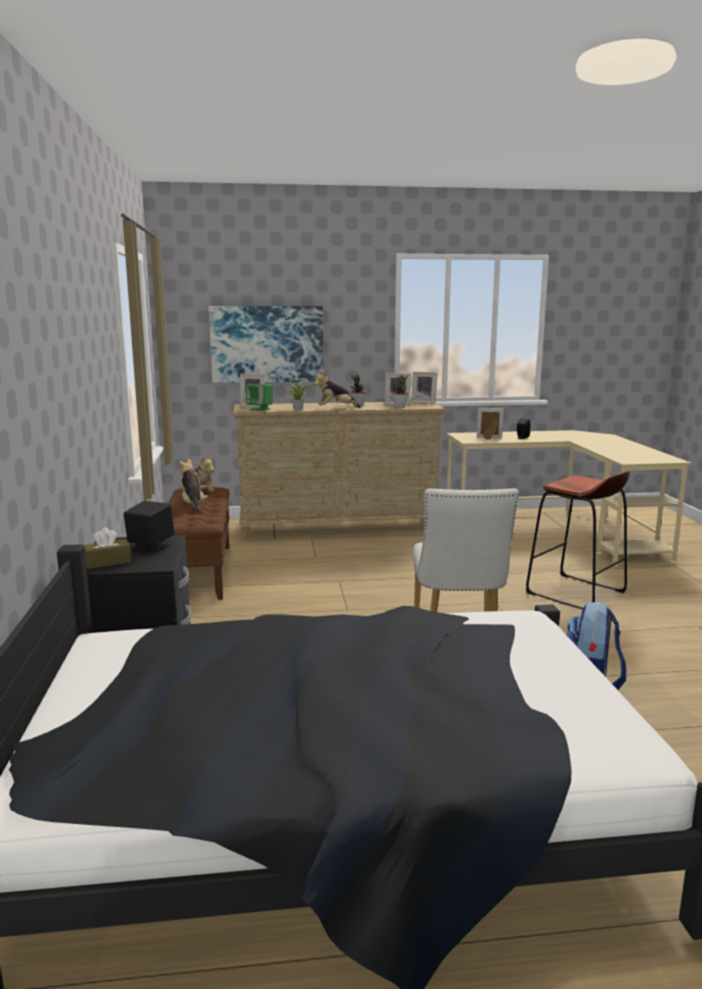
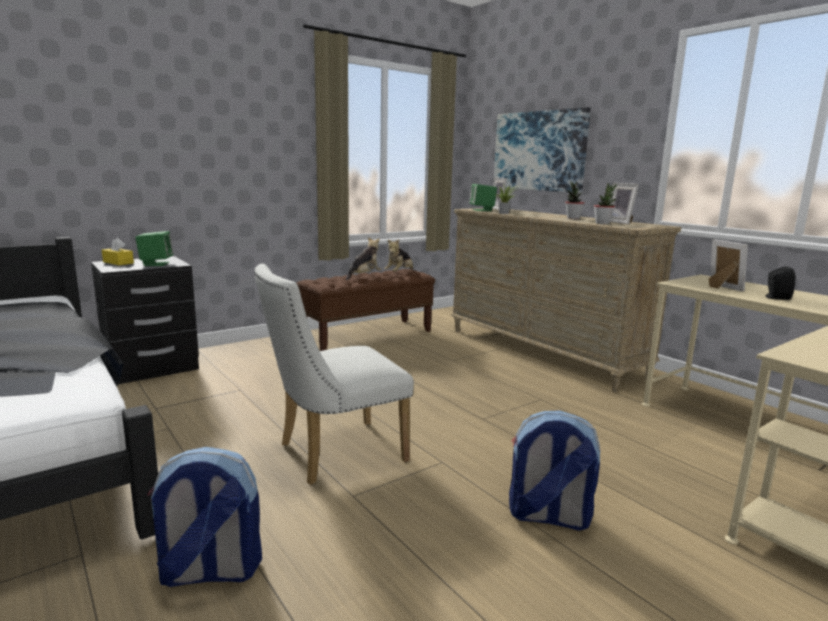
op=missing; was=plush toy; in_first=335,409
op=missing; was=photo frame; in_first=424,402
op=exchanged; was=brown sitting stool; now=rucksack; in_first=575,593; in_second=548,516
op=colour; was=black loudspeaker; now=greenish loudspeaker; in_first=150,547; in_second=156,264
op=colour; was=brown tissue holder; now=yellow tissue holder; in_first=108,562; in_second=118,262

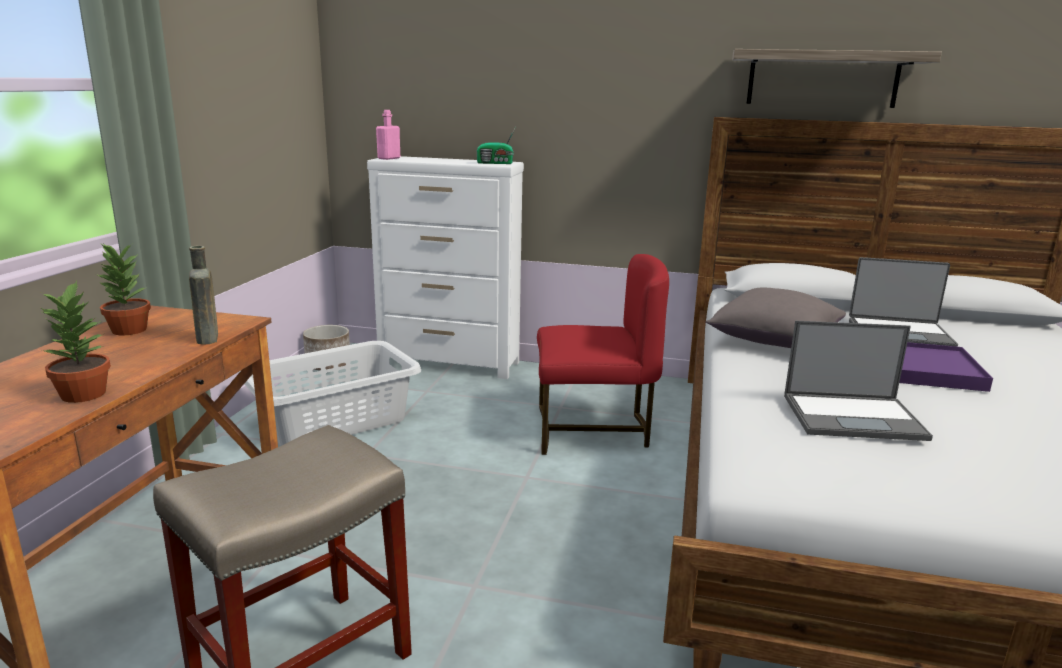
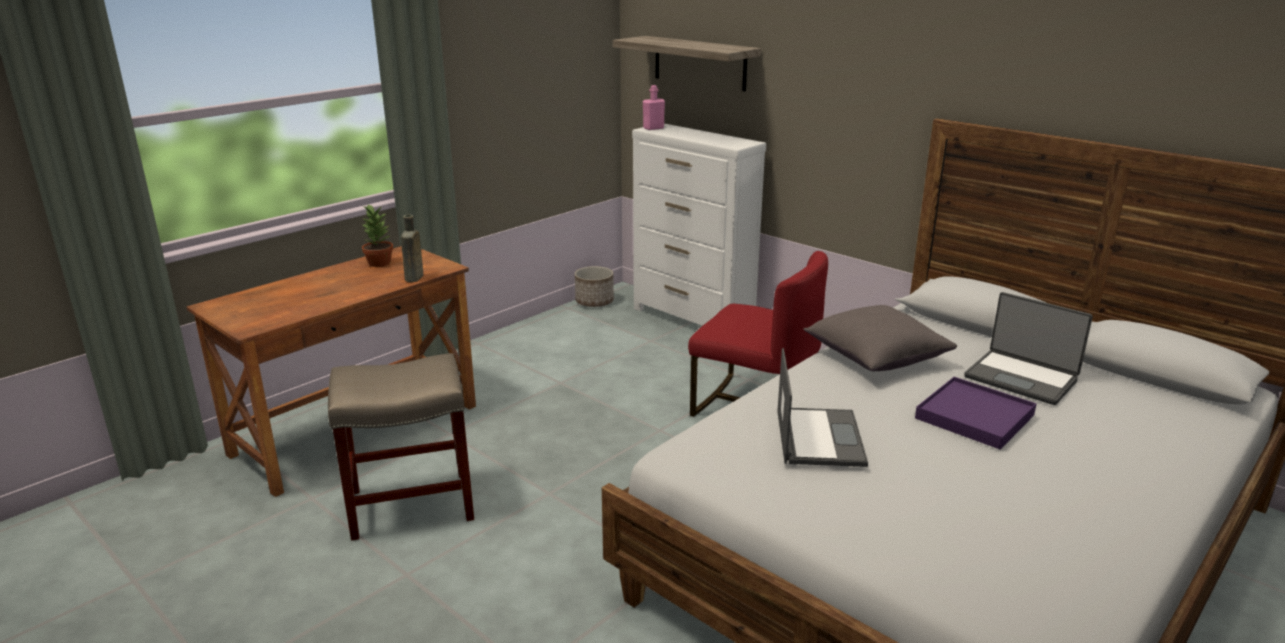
op=relocated; was=wall shelf; in_first=822,79; in_second=699,63
op=missing; was=radio; in_first=496,163
op=missing; was=potted plant; in_first=85,394
op=spun; was=portable computer; in_first=854,417; in_second=818,437; clockwise=-120
op=missing; was=greyish washing basket; in_first=336,421

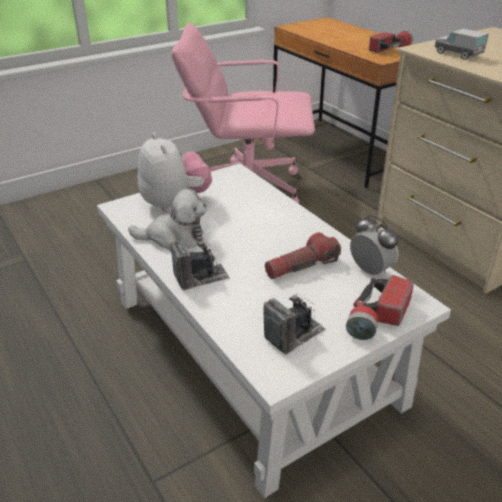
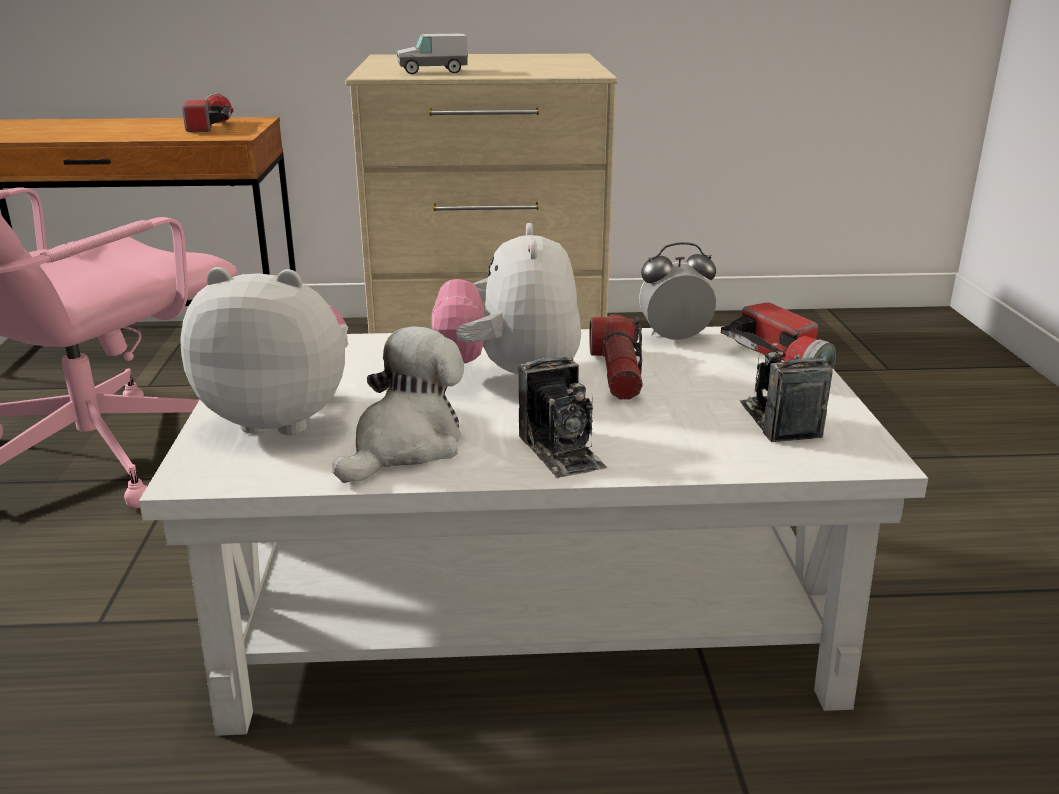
op=spun; was=still camera; in_first=201,277; in_second=561,451; clockwise=150
op=appeared; now=plush toy; in_second=509,377

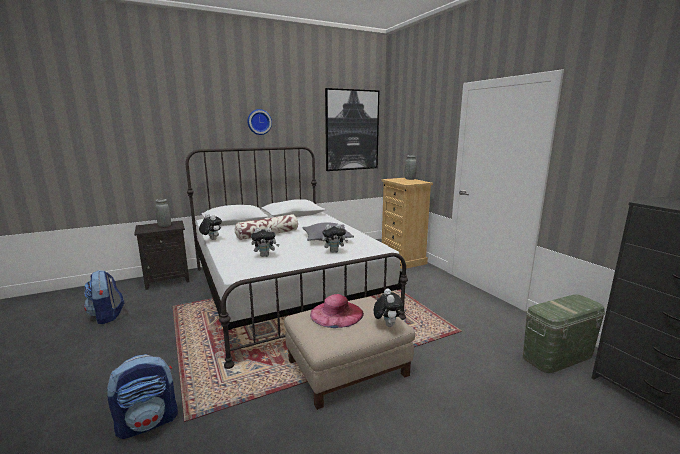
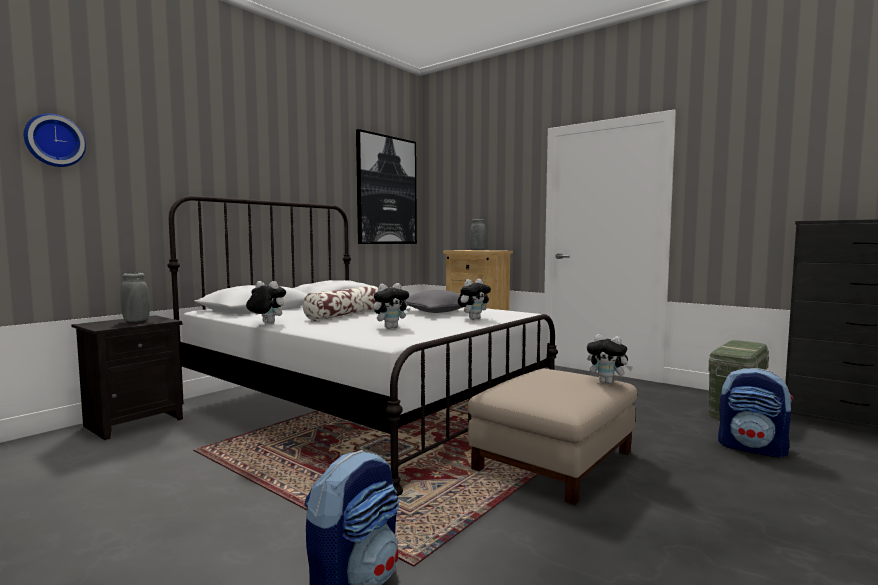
op=relocated; was=hanging clock; in_first=259,122; in_second=54,141
op=relocated; was=rucksack; in_first=107,316; in_second=753,448
op=spun; was=plush toy; in_first=386,325; in_second=607,382; clockwise=150
op=missing; was=pink-coloured hat; in_first=336,313

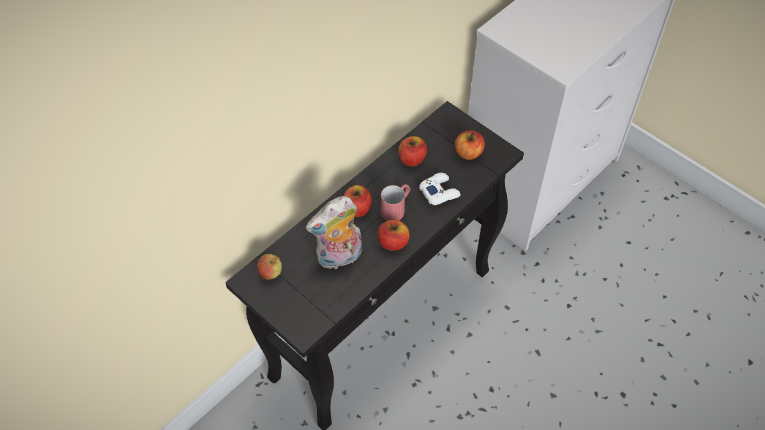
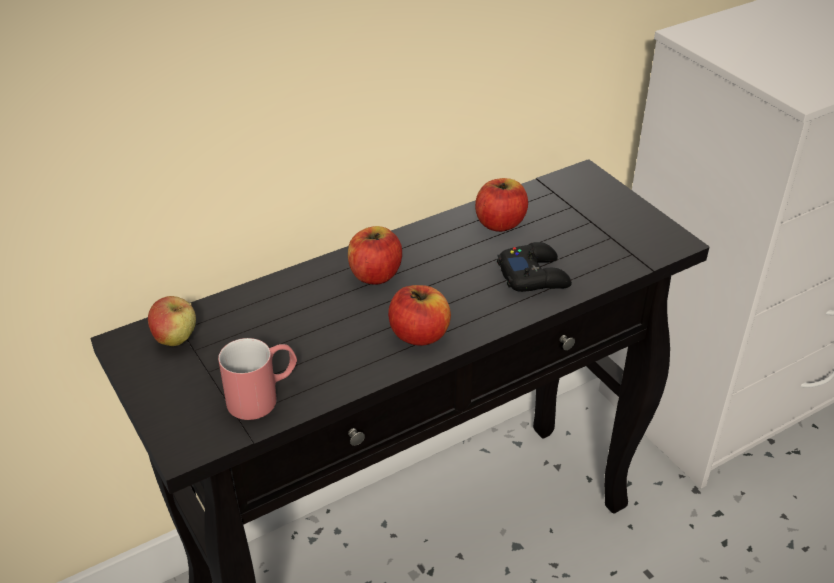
op=missing; was=apple fruit; in_first=468,153
op=colour; was=white-coloured game controller; now=black game controller; in_first=439,192; in_second=534,275
op=relocated; was=red-coloured mug; in_first=396,208; in_second=263,396
op=missing; was=plush toy; in_first=339,258

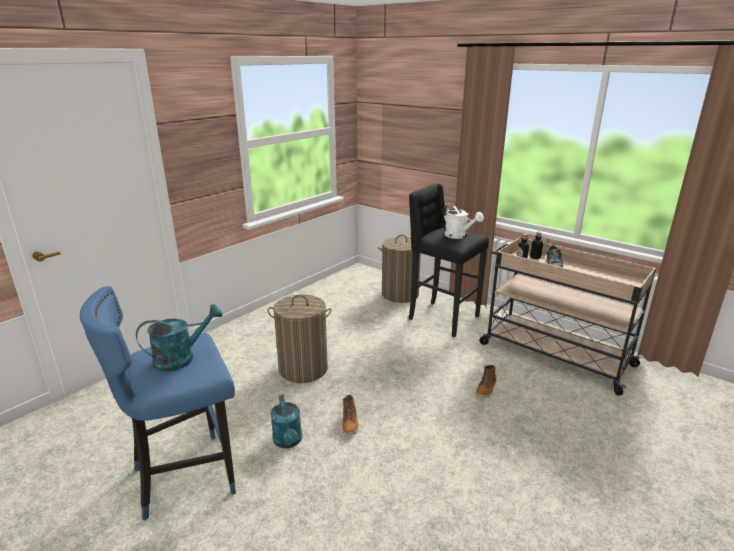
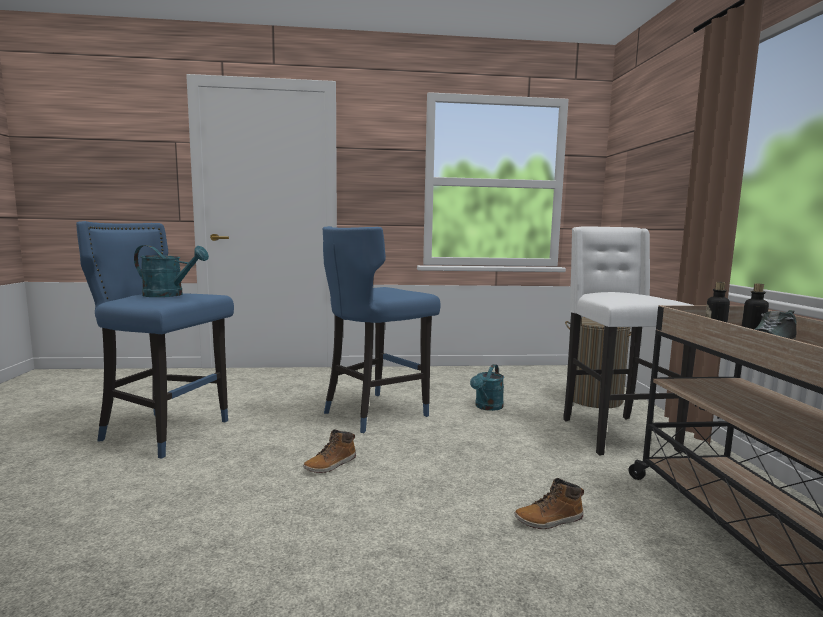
op=colour; was=black sitting stool; now=white-coloured sitting stool; in_first=441,318; in_second=614,434
op=missing; was=white-coloured watering can; in_first=459,236
op=exchanged; was=washing basket; now=bluish sitting stool; in_first=303,369; in_second=375,412
op=relocated; was=turquoise watering can; in_first=288,441; in_second=487,407

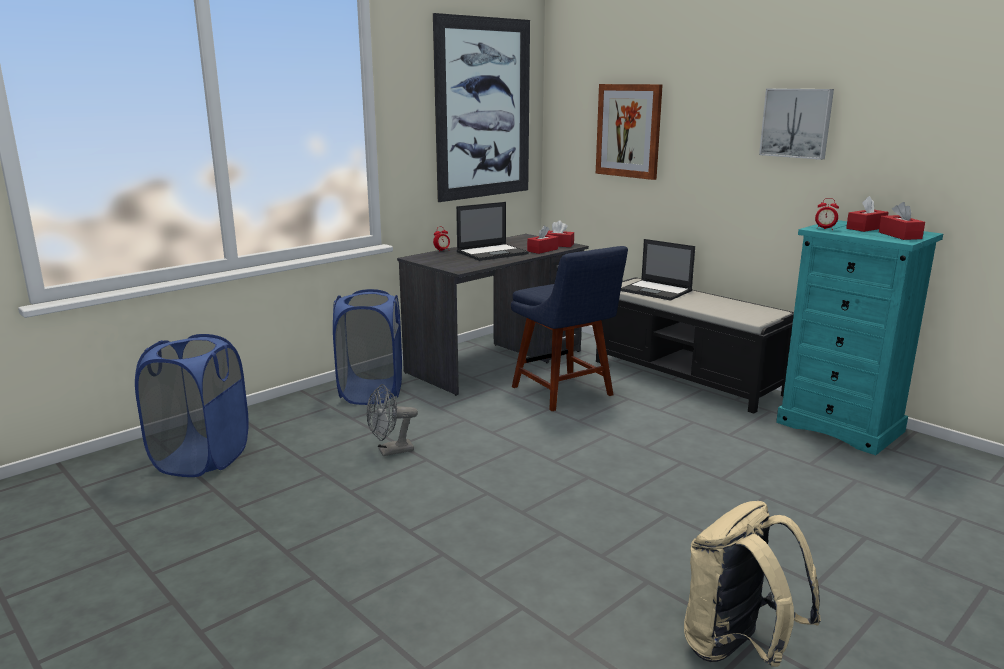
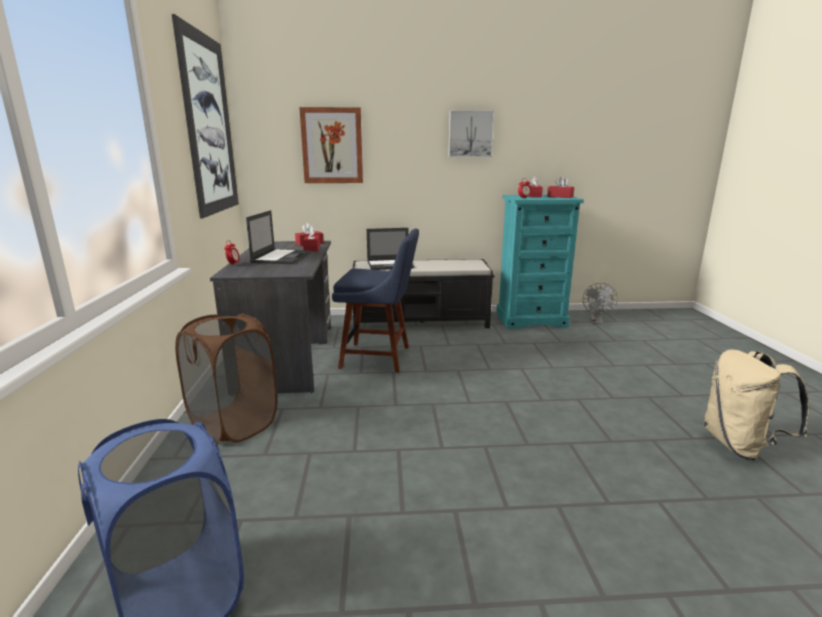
op=colour; was=bluish washing basket; now=brown washing basket; in_first=371,392; in_second=234,424
op=relocated; was=greyish fan; in_first=390,451; in_second=596,321

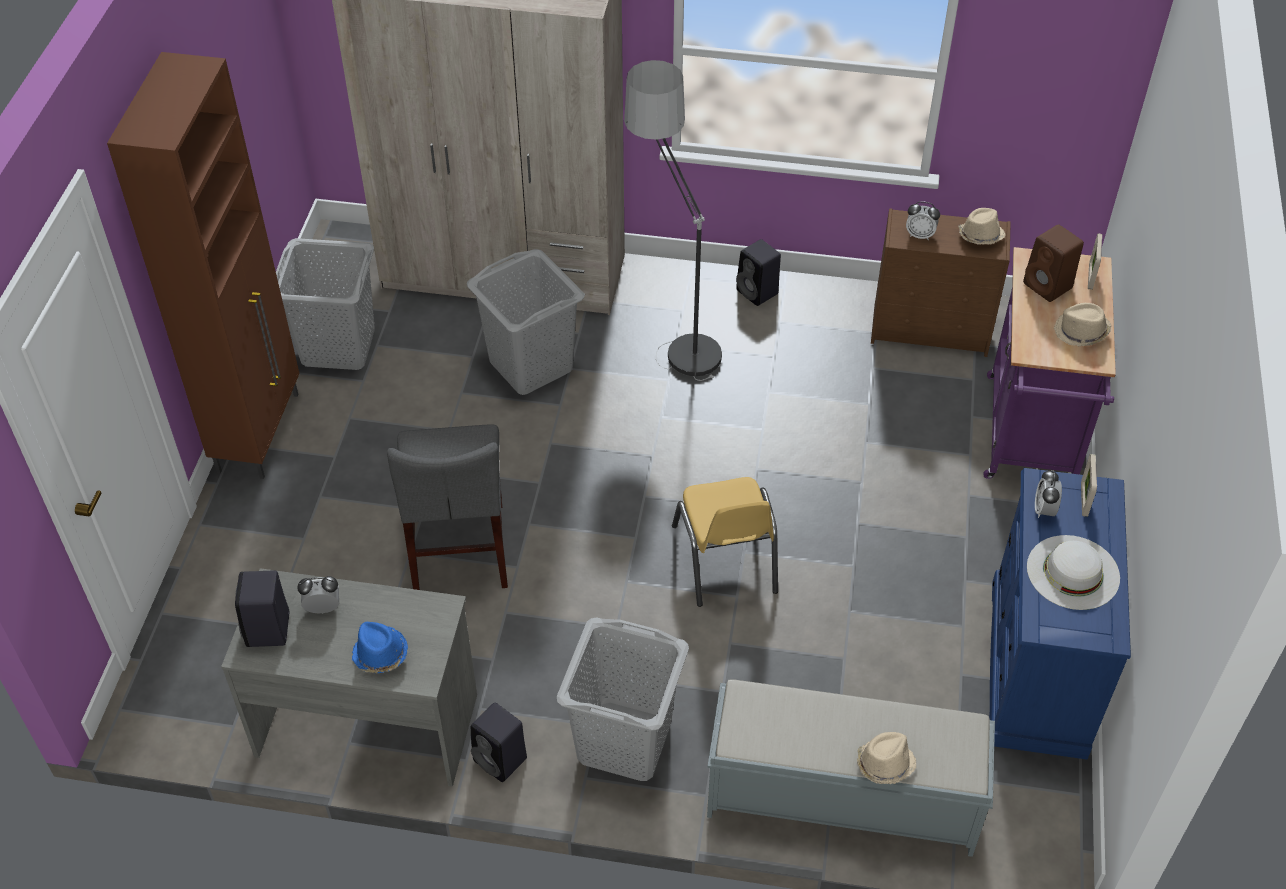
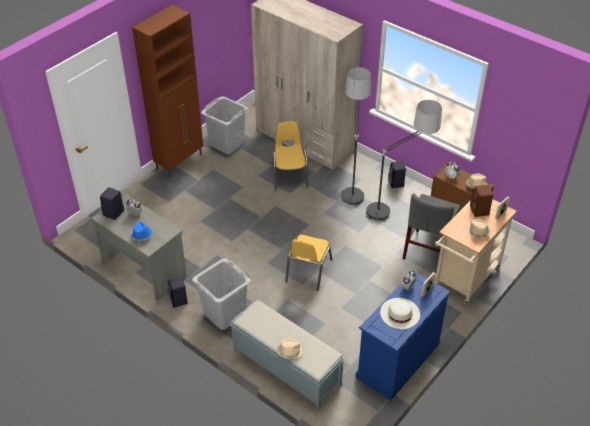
op=colour; was=purple cart; now=sand-coloured cart; in_first=1030,439; in_second=464,279
op=exchanged; was=greyish washing basket; now=yellow chair; in_first=531,364; in_second=289,176
op=relocated; was=greyish chair; in_first=459,548; in_second=427,249
op=appeared; now=standard lamp; in_second=396,208

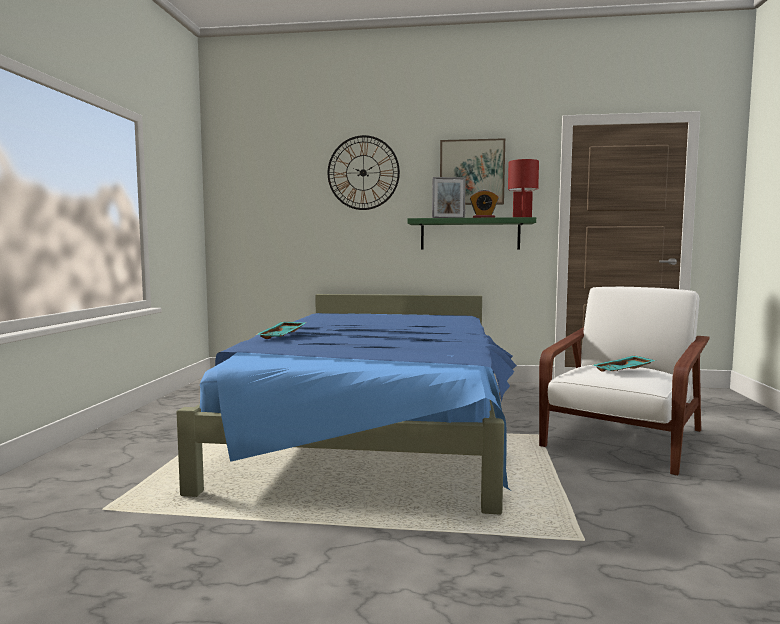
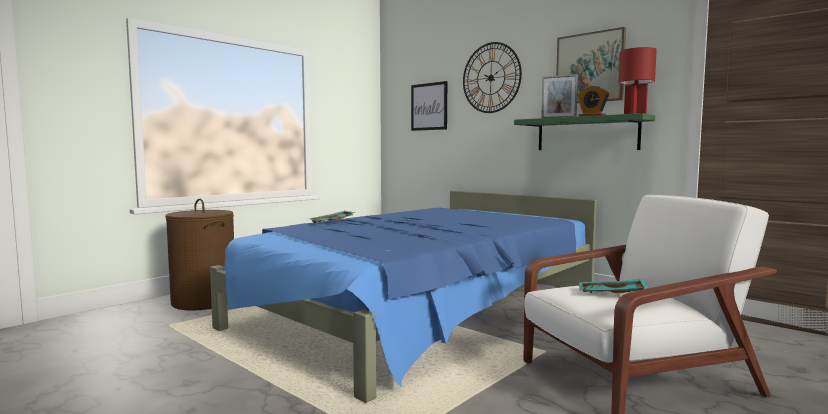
op=appeared; now=picture; in_second=429,106
op=appeared; now=brown washing basket; in_second=203,301

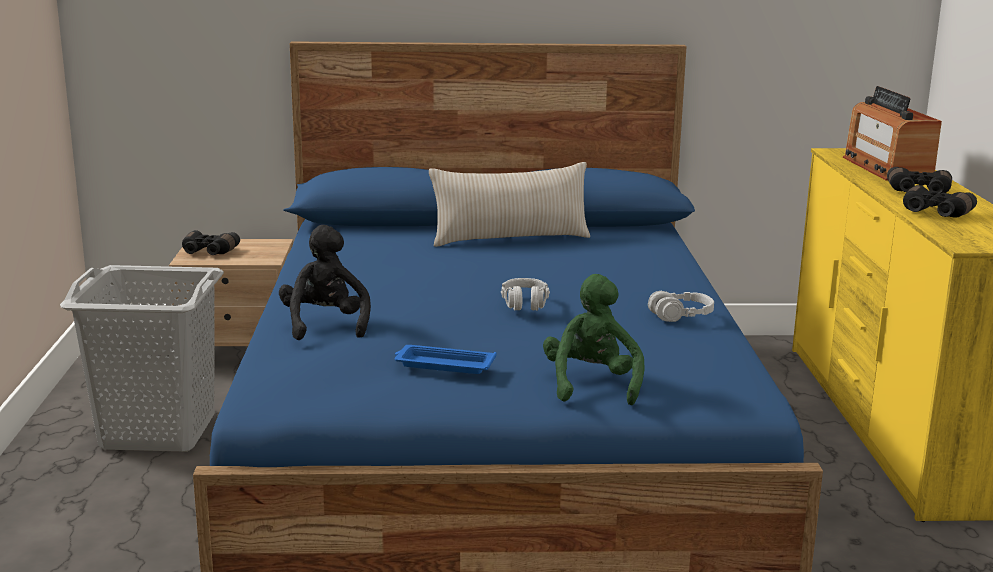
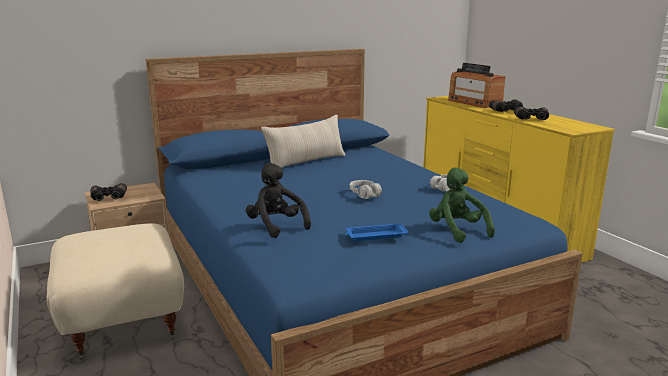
op=exchanged; was=greyish washing basket; now=sand-coloured footrest; in_first=157,431; in_second=121,319

